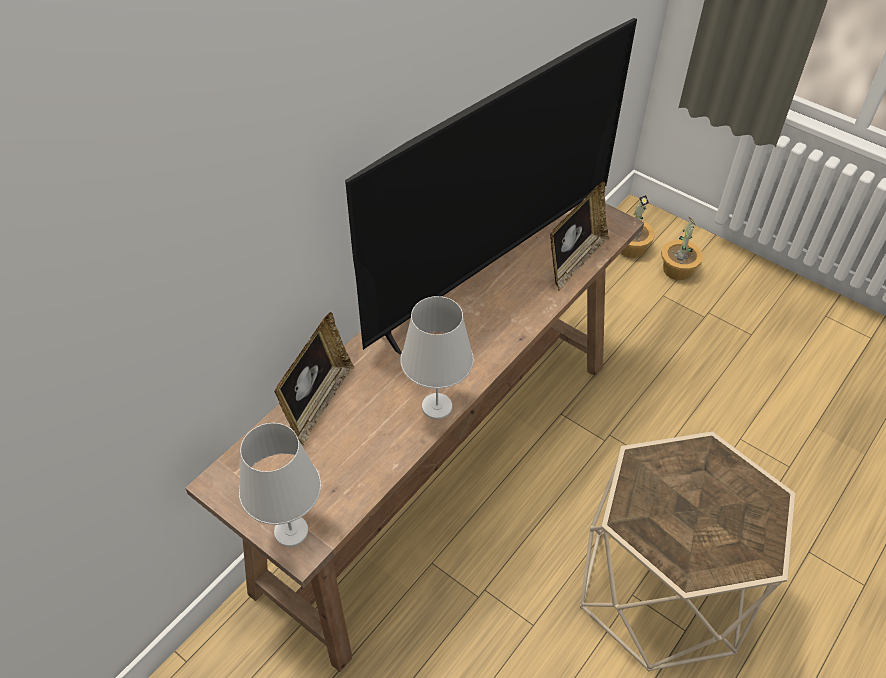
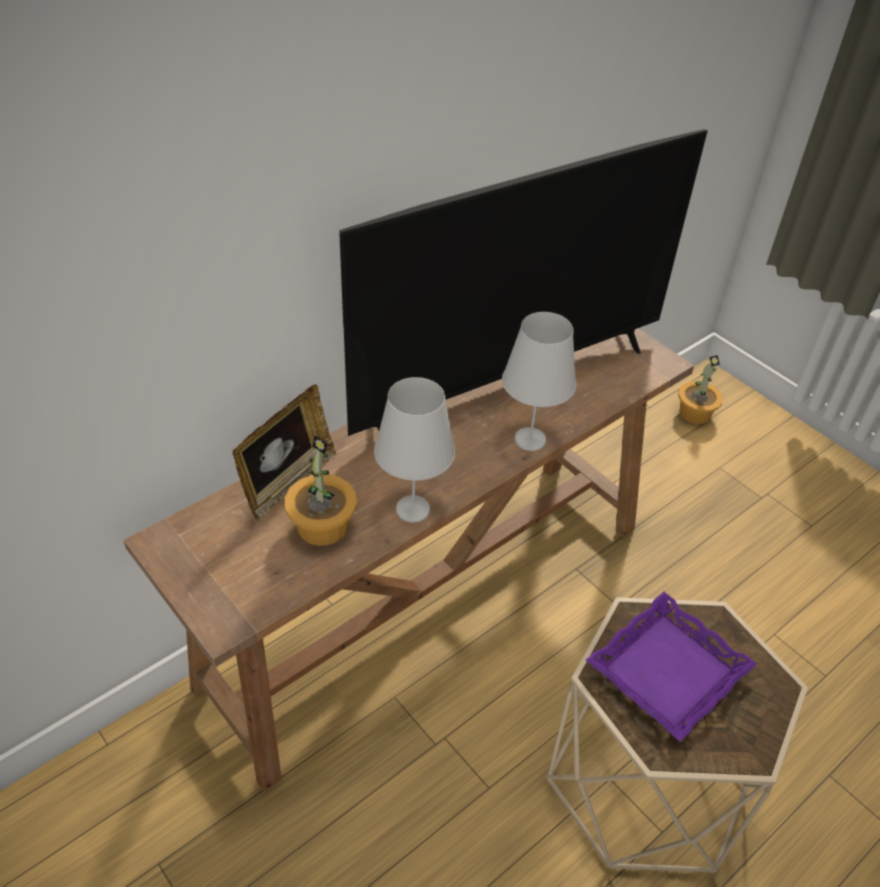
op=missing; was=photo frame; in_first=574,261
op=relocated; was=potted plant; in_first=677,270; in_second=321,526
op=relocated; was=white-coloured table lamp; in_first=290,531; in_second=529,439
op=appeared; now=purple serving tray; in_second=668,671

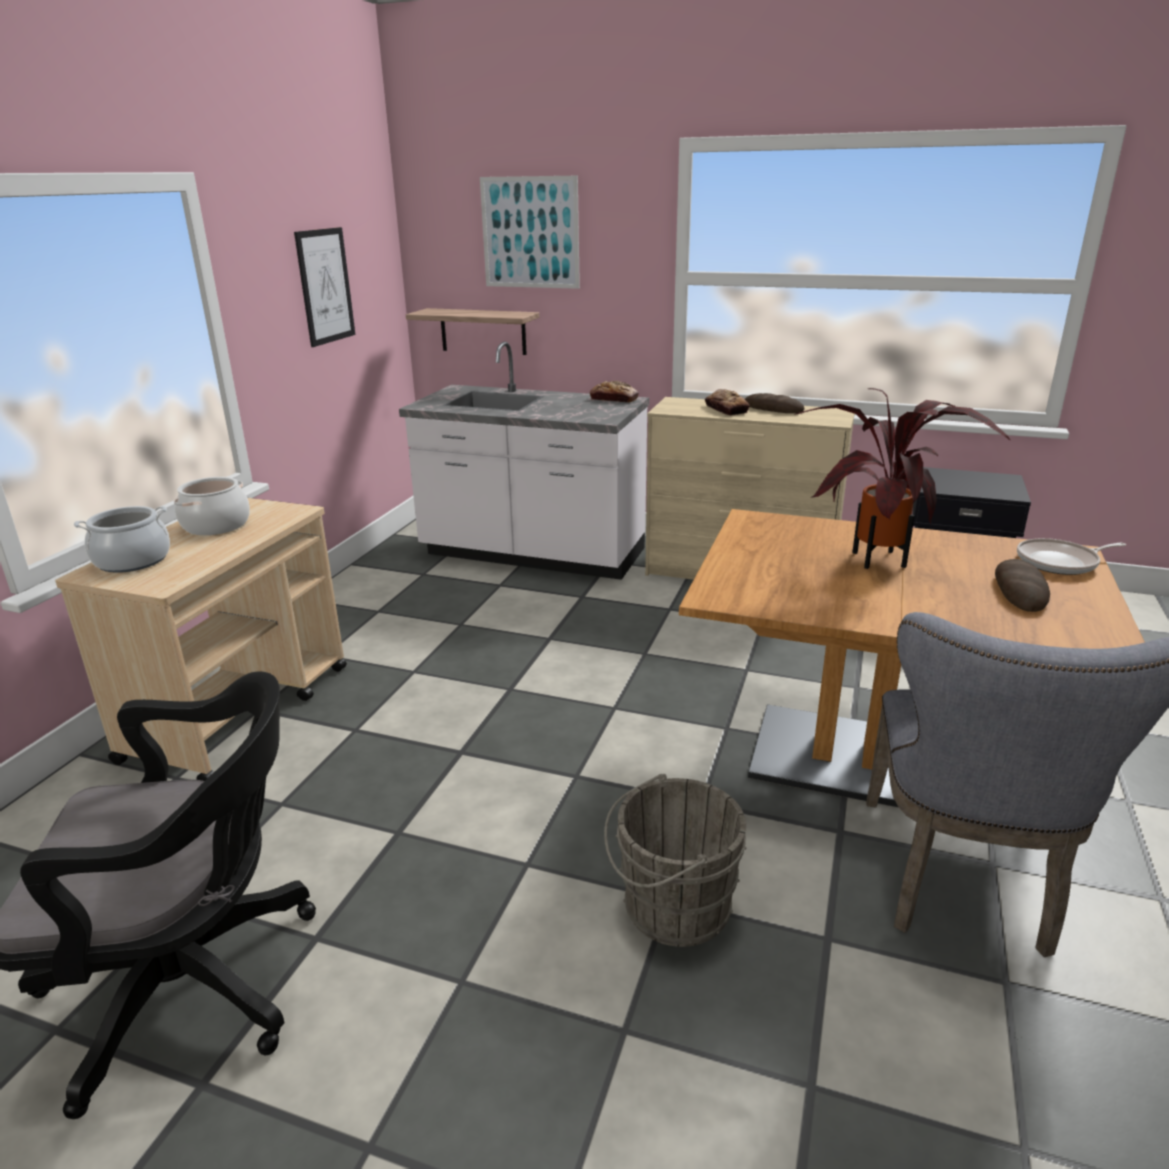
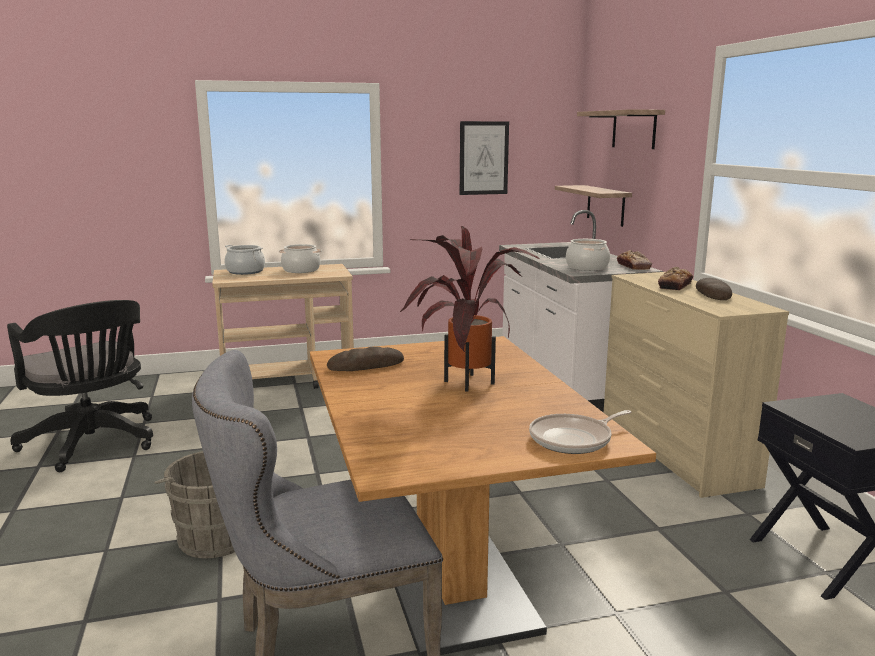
op=exchanged; was=picture; now=wall shelf; in_first=530,233; in_second=634,129
op=spun; was=frying pan; in_first=1060,562; in_second=574,439; clockwise=-75
op=relocated; was=bread; in_first=1020,591; in_second=366,365
op=appeared; now=saucepot; in_second=586,267

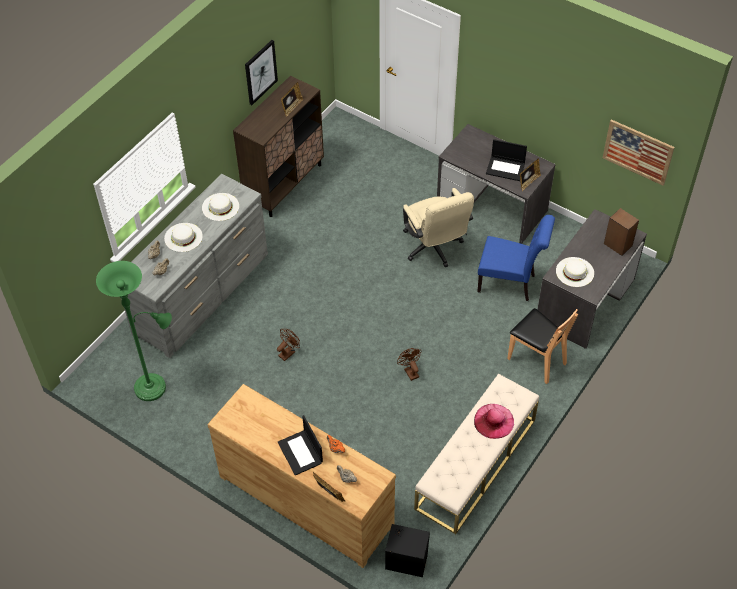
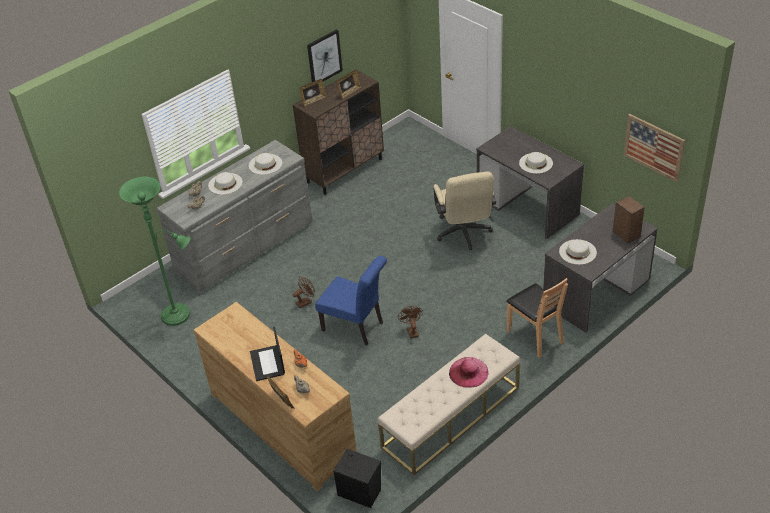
op=exchanged; was=portable computer; now=white-coloured hat; in_first=506,168; in_second=536,163
op=relocated; was=photo frame; in_first=528,182; in_second=313,100
op=relocated; was=bluish chair; in_first=510,283; in_second=356,327

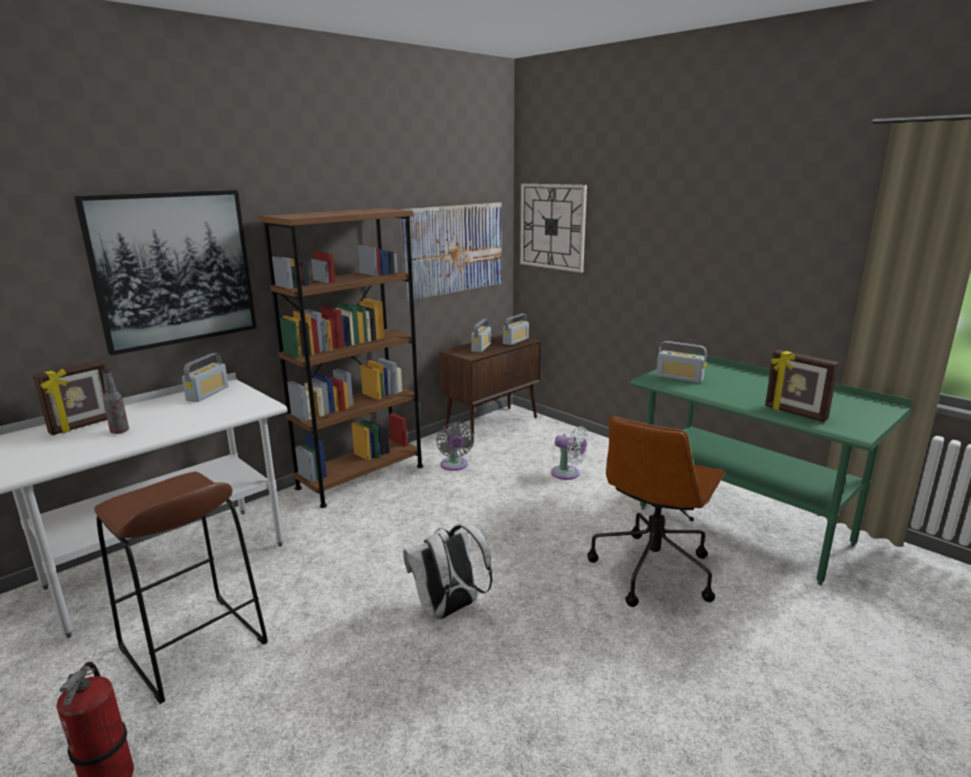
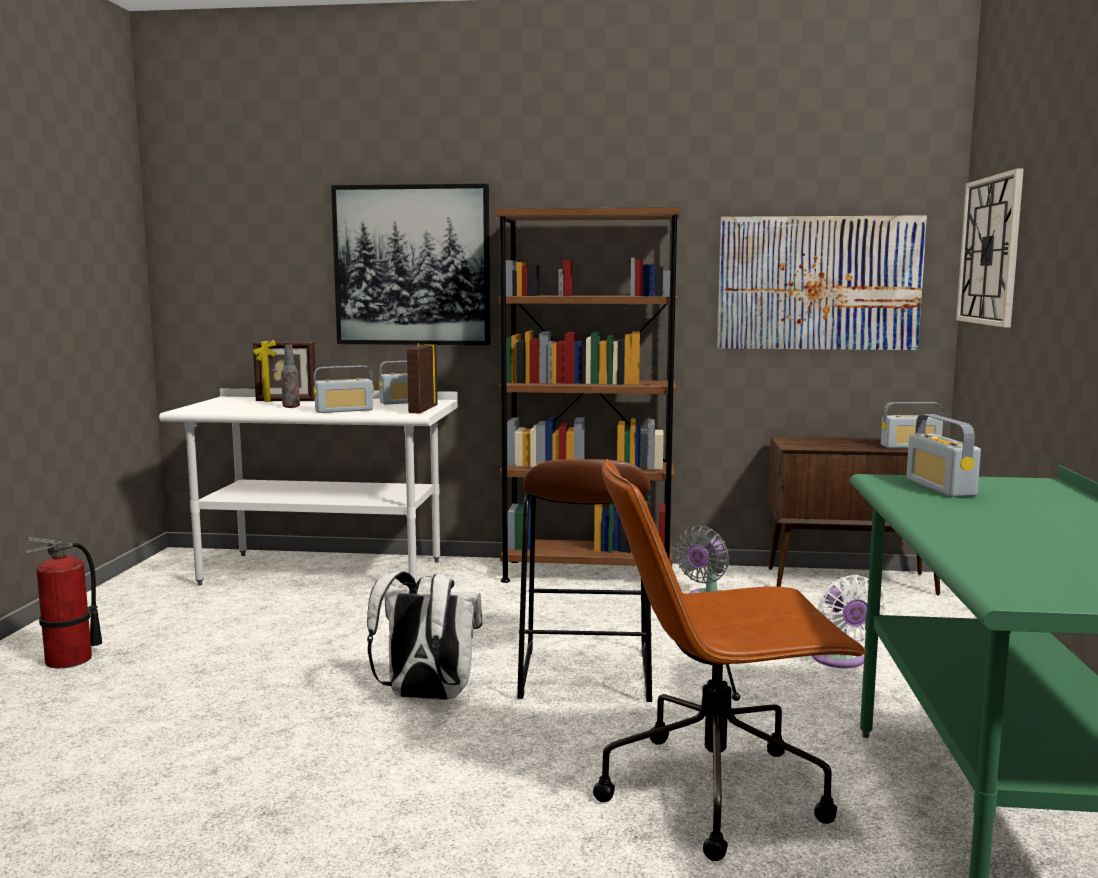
op=relocated; was=radio; in_first=481,347; in_second=344,410
op=relocated; was=photo frame; in_first=795,413; in_second=422,410
op=relocated; was=brown sitting stool; in_first=193,646; in_second=584,674

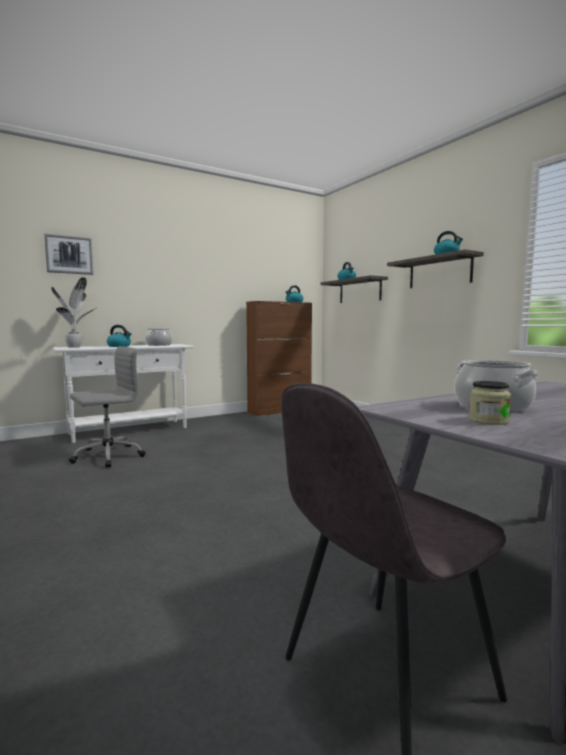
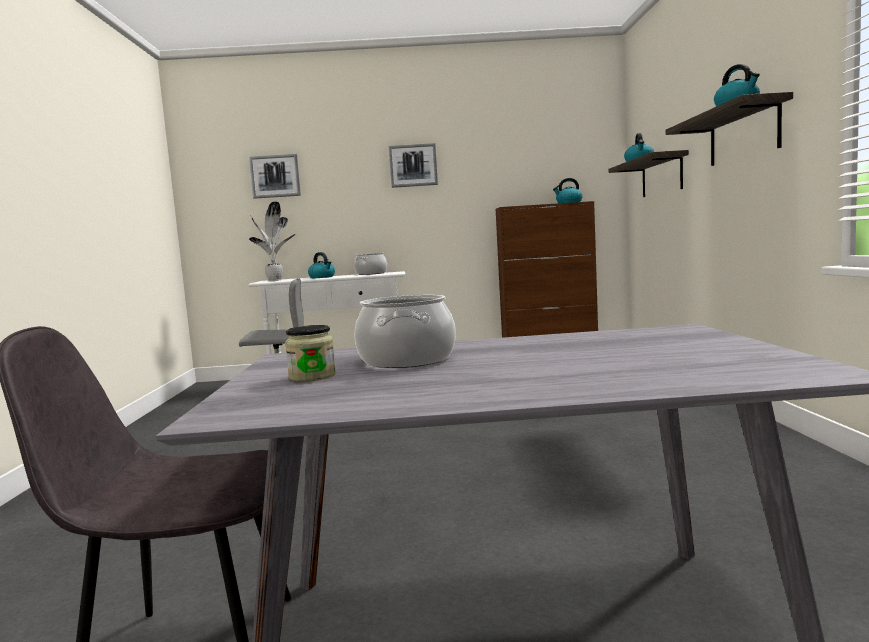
op=appeared; now=picture; in_second=413,165

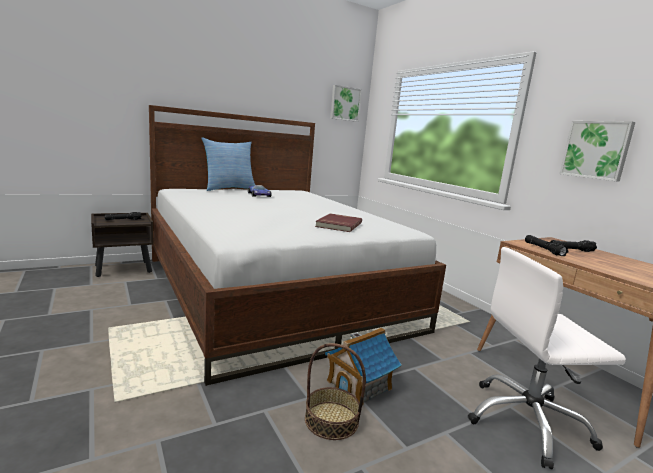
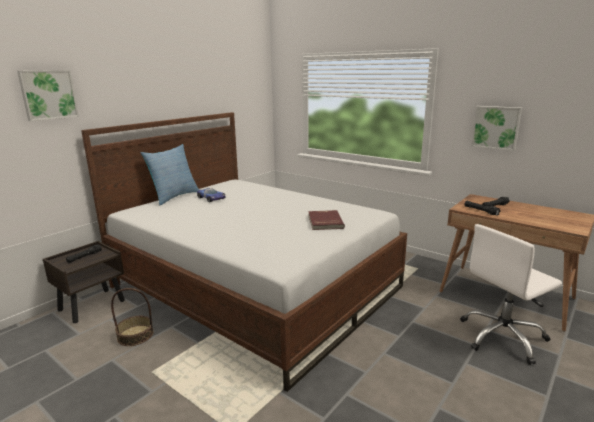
op=relocated; was=picture; in_first=345,103; in_second=48,94
op=missing; was=toy house; in_first=359,385
op=relocated; was=storage basket; in_first=331,420; in_second=135,335

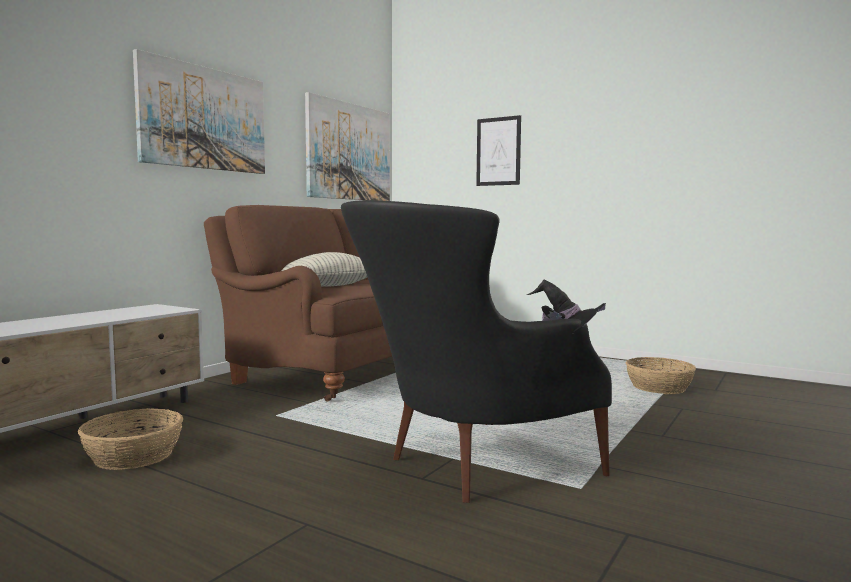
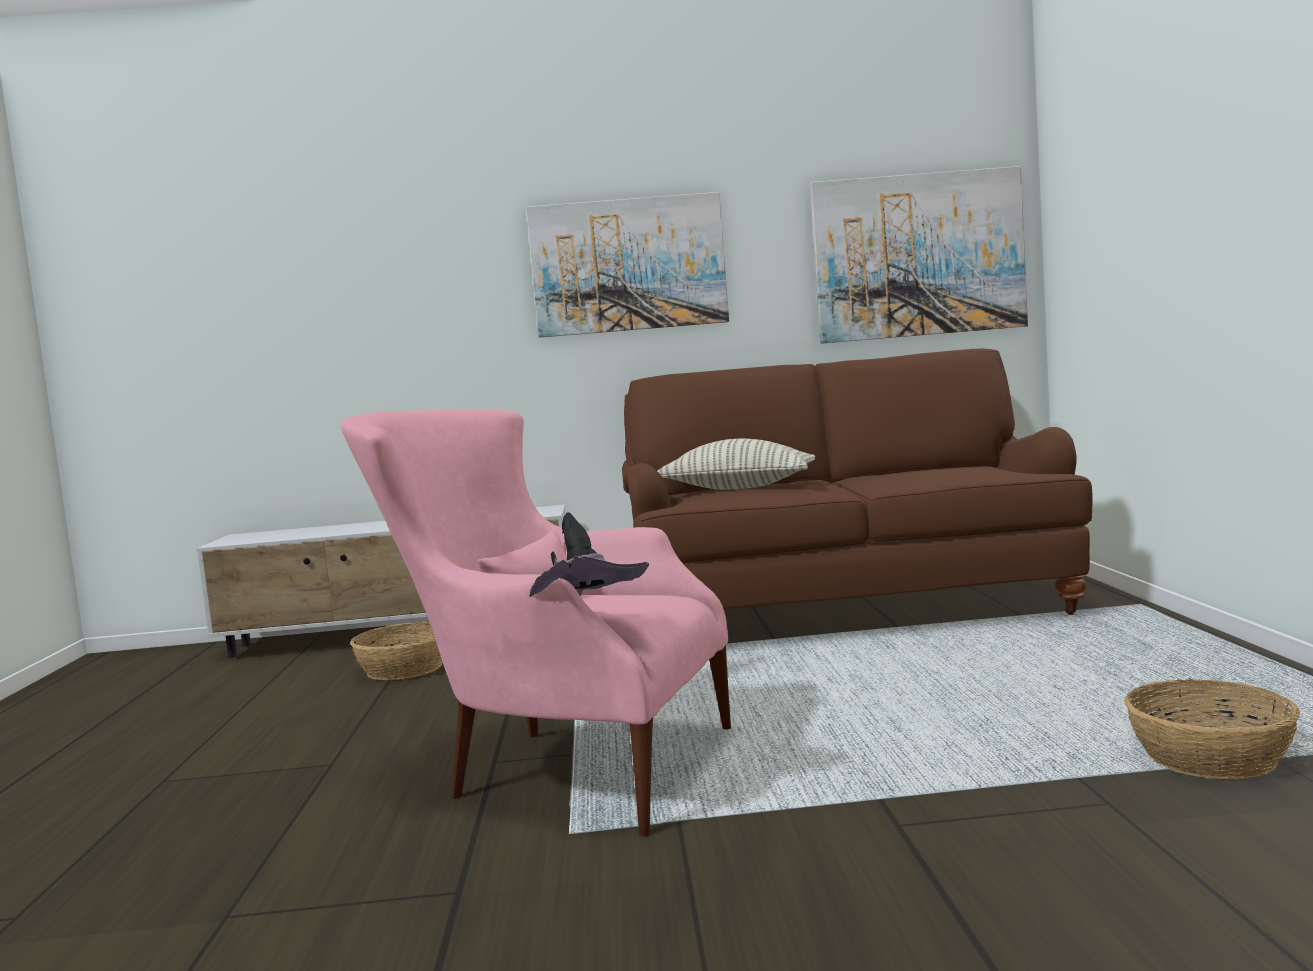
op=missing; was=picture; in_first=498,151
op=colour; was=black armchair; now=pink-coloured armchair; in_first=466,467; in_second=555,767

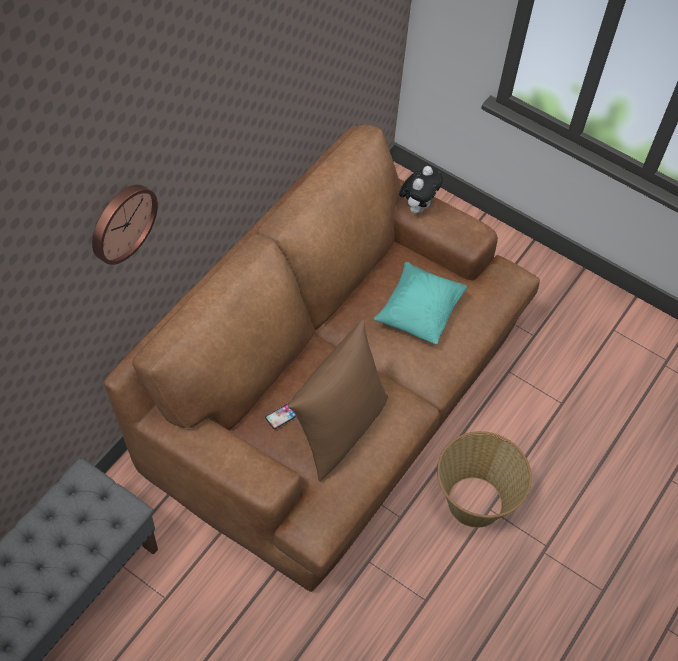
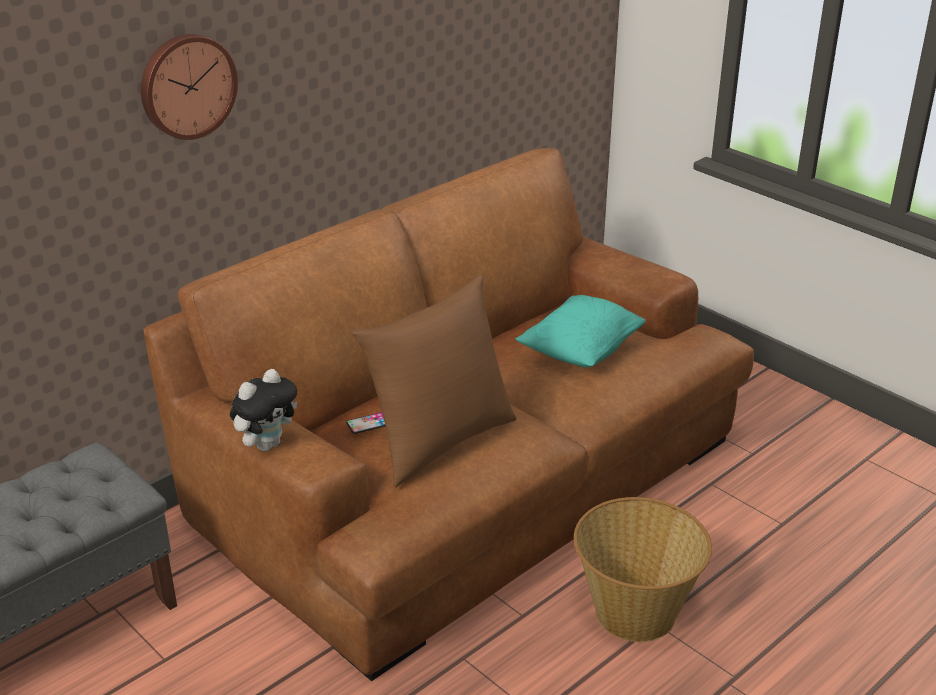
op=relocated; was=plush toy; in_first=418,206; in_second=267,444

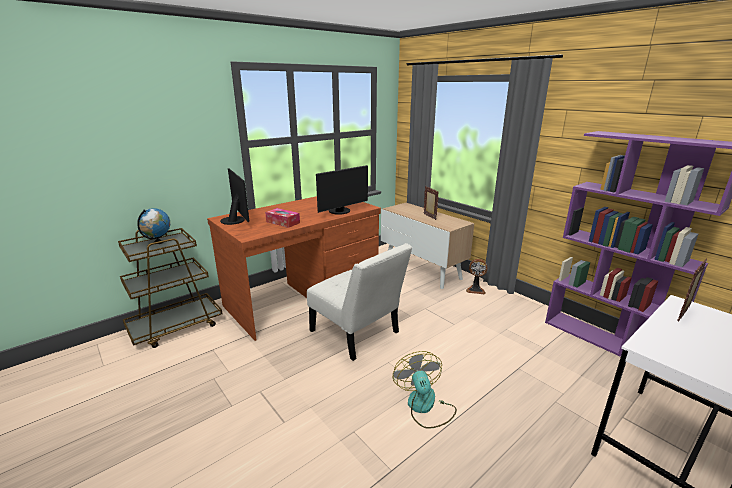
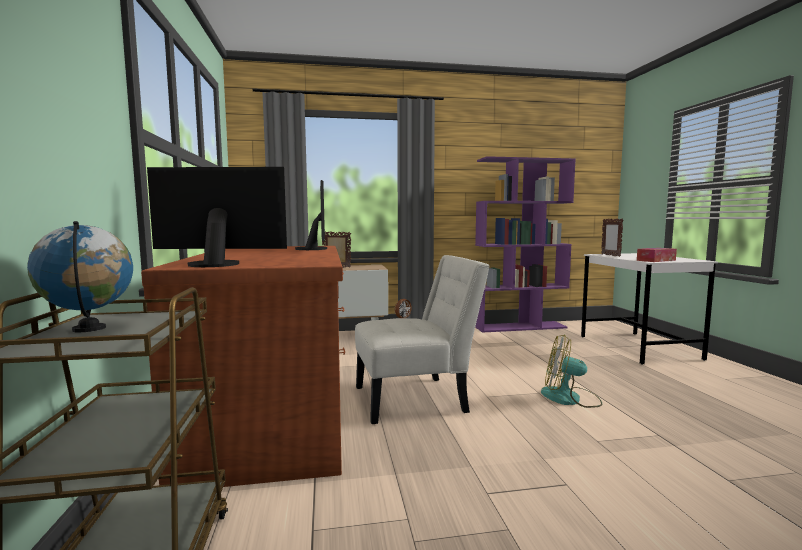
op=relocated; was=tissue holder; in_first=283,222; in_second=656,260

